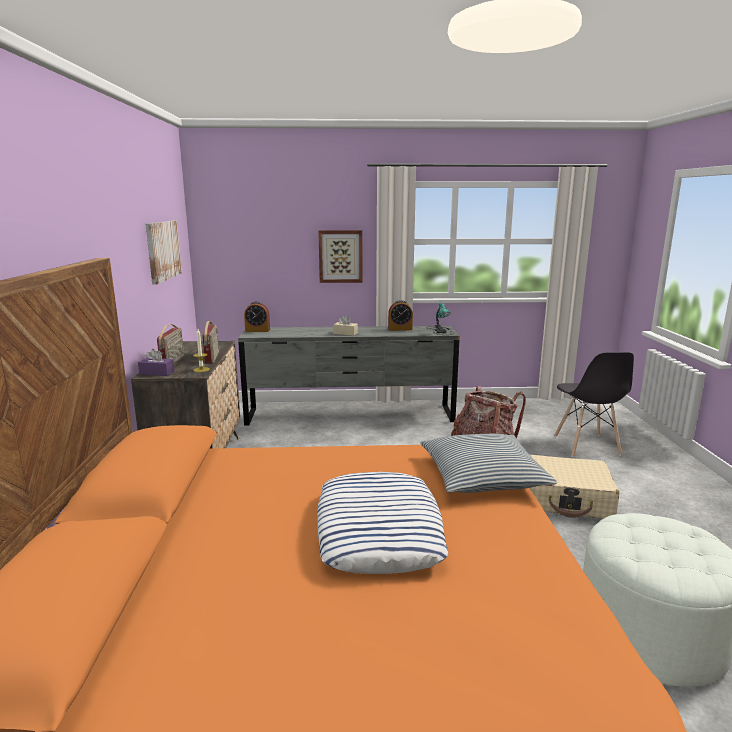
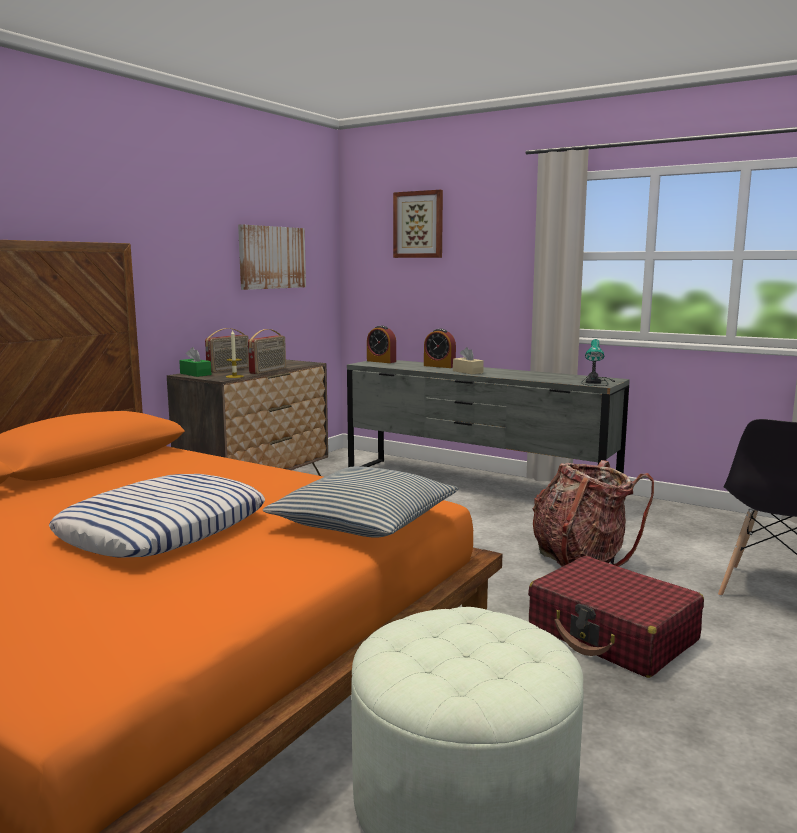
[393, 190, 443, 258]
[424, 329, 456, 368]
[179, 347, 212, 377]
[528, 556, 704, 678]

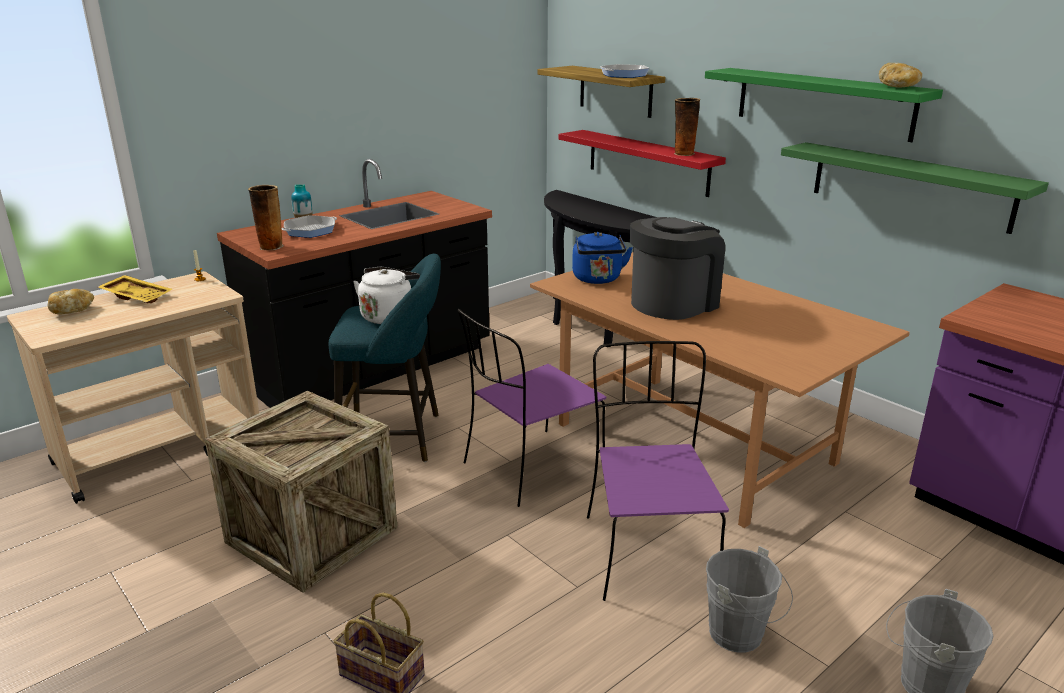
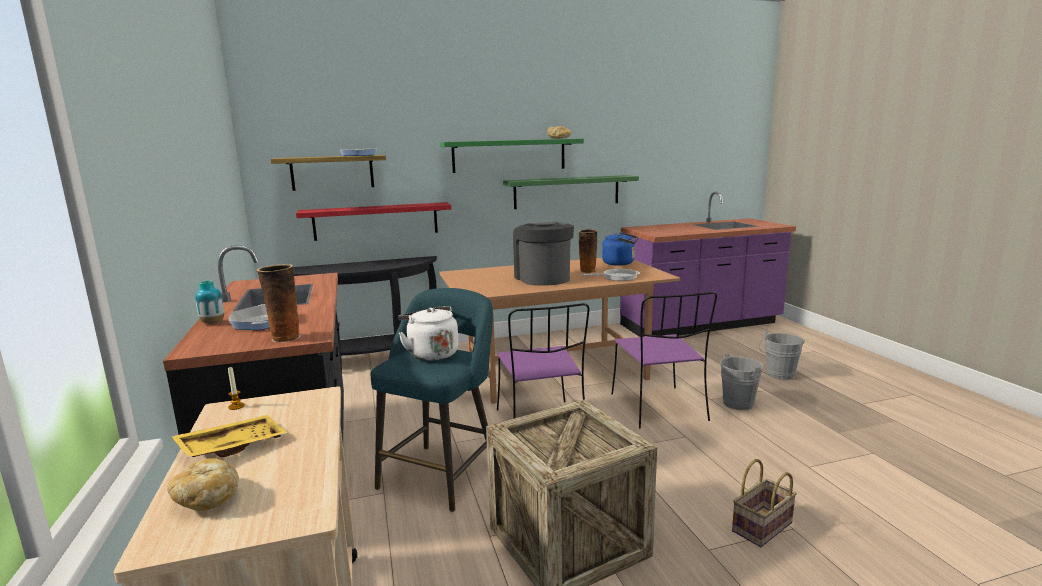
[578, 229, 598, 273]
[602, 232, 639, 266]
[611, 292, 717, 429]
[580, 269, 640, 281]

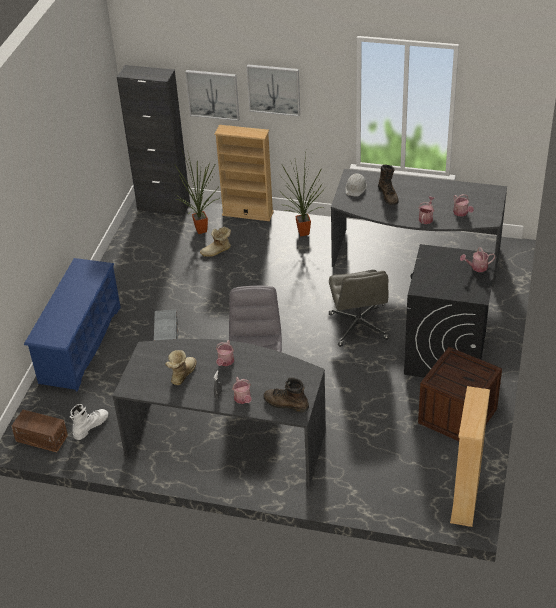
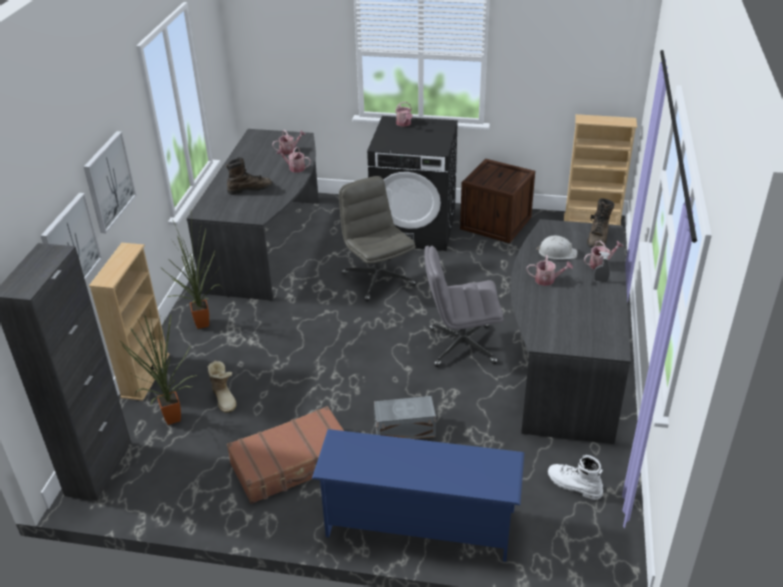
[536, 236, 578, 259]
[339, 176, 416, 301]
[165, 350, 196, 385] (first image)
[11, 410, 68, 452] (first image)
[227, 406, 344, 504]

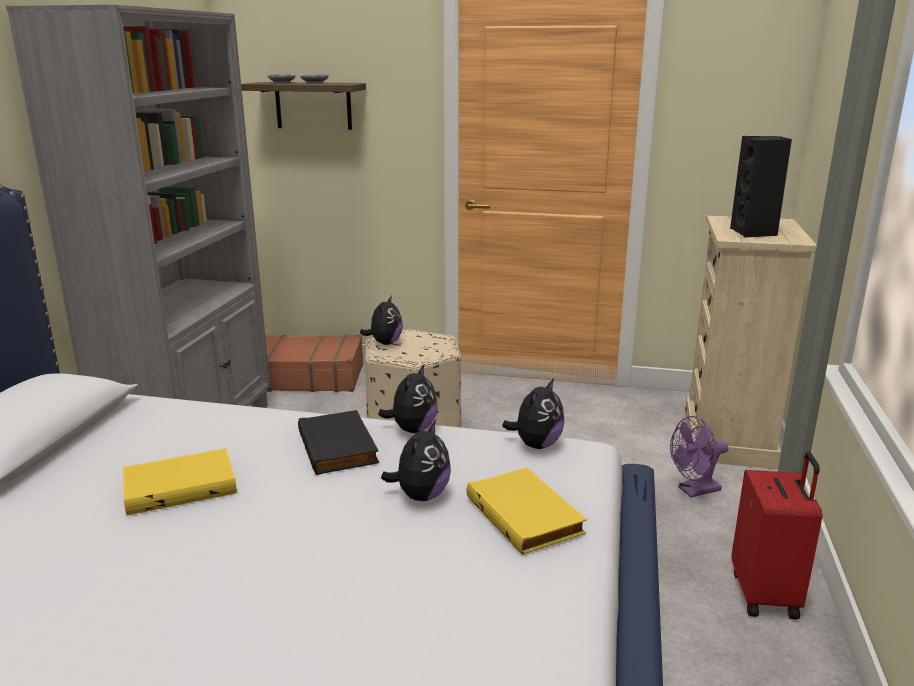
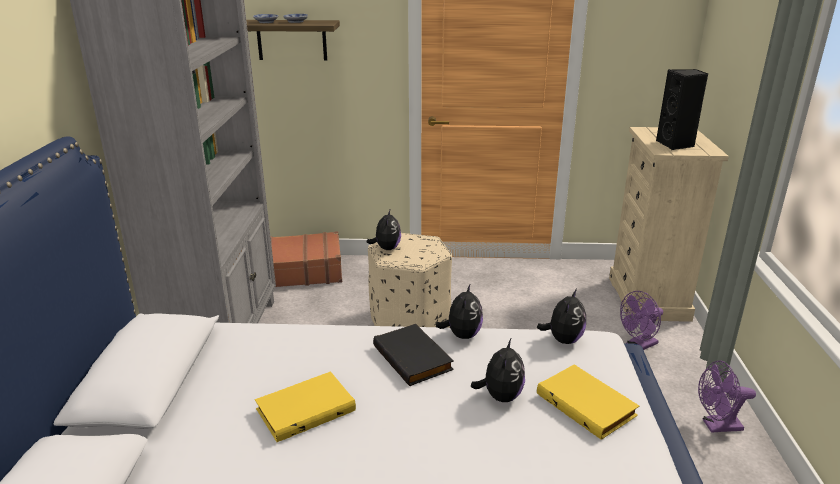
[698, 360, 756, 433]

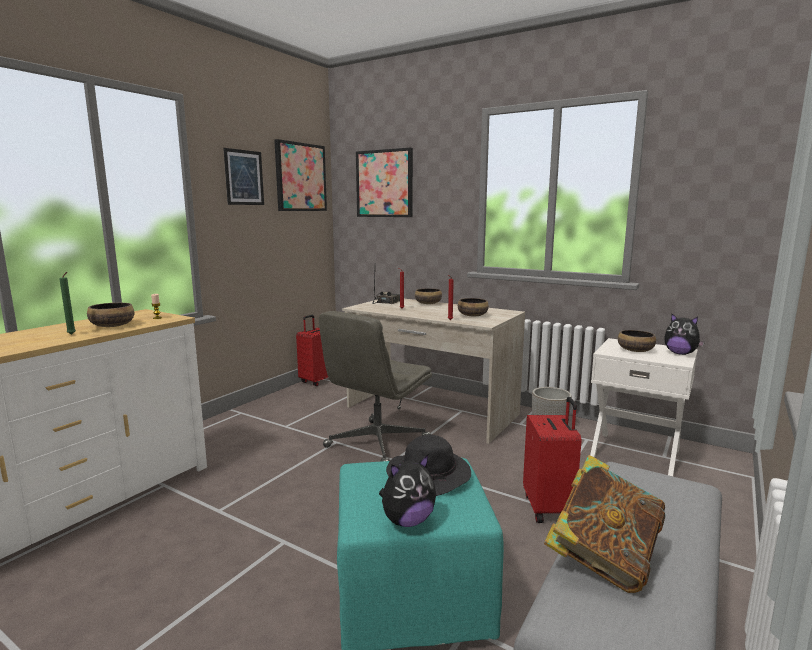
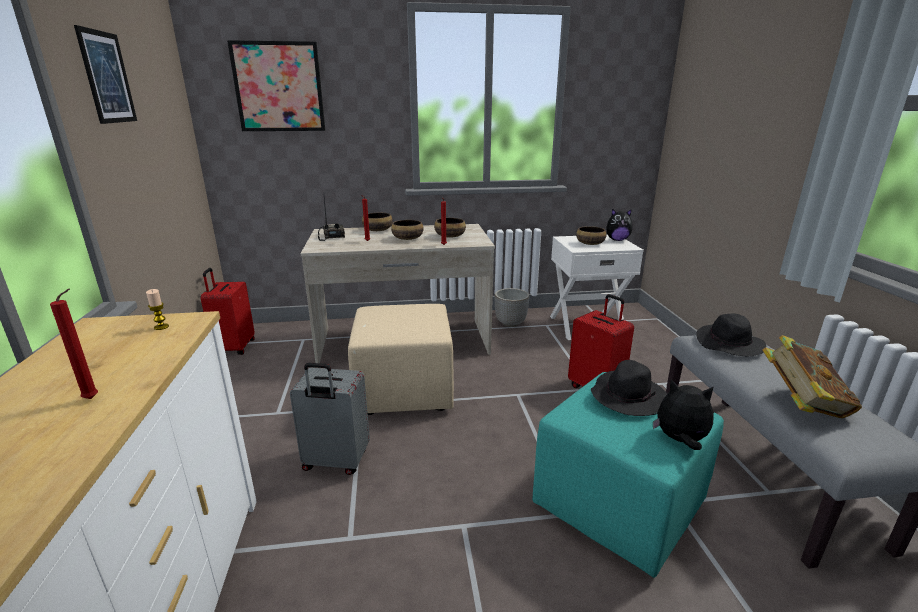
[274, 139, 327, 211] (first image)
[50, 289, 98, 399]
[391, 220, 424, 240]
[348, 304, 454, 415]
[653, 380, 714, 450]
[696, 313, 766, 356]
[290, 363, 370, 475]

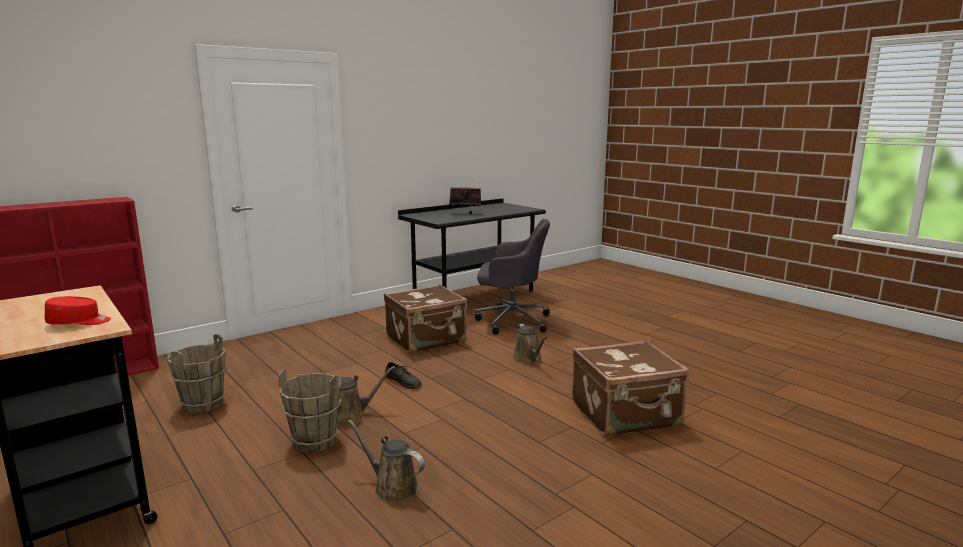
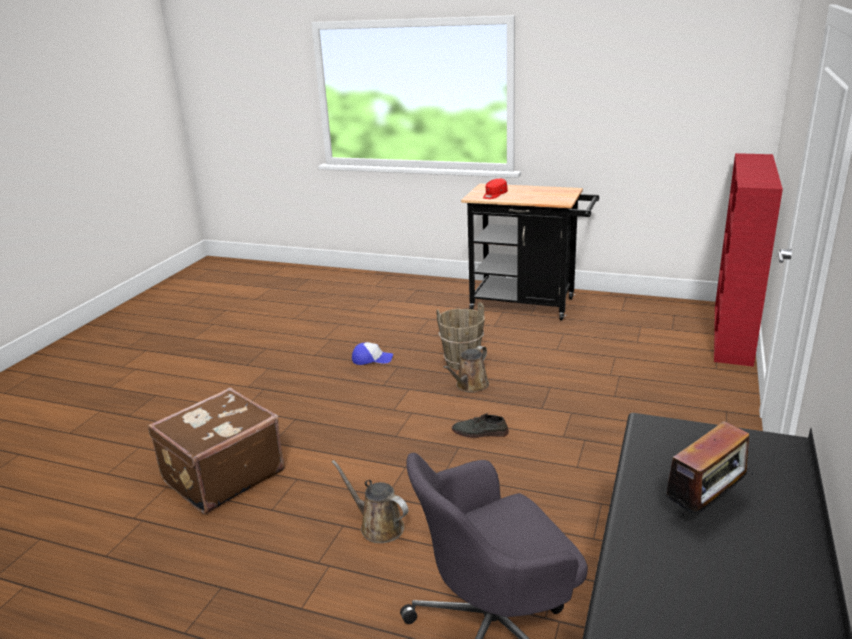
[384, 284, 467, 353] (first image)
[167, 334, 226, 413] (first image)
[352, 342, 393, 365]

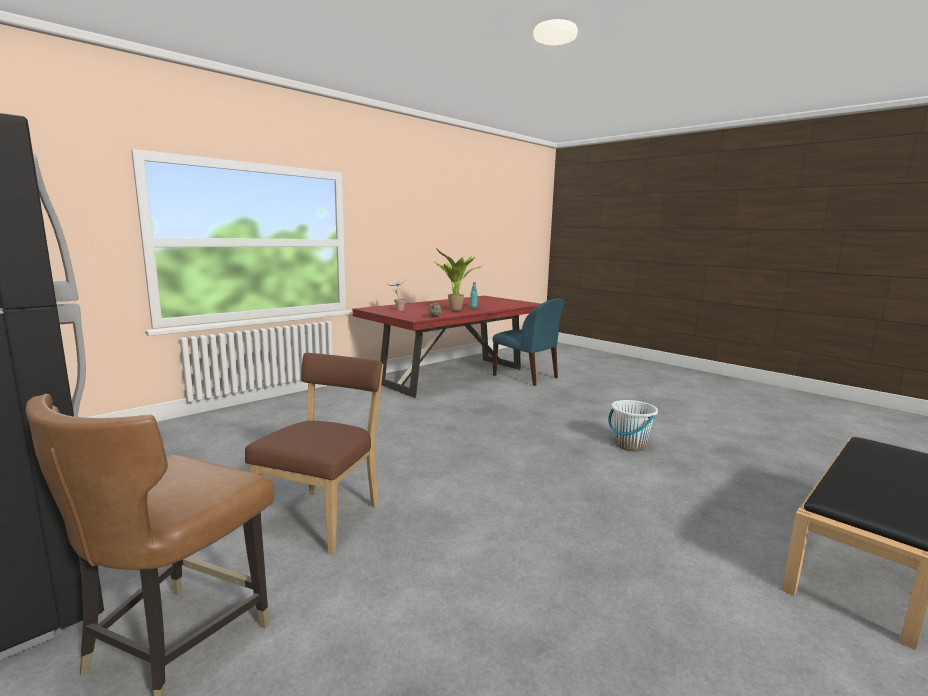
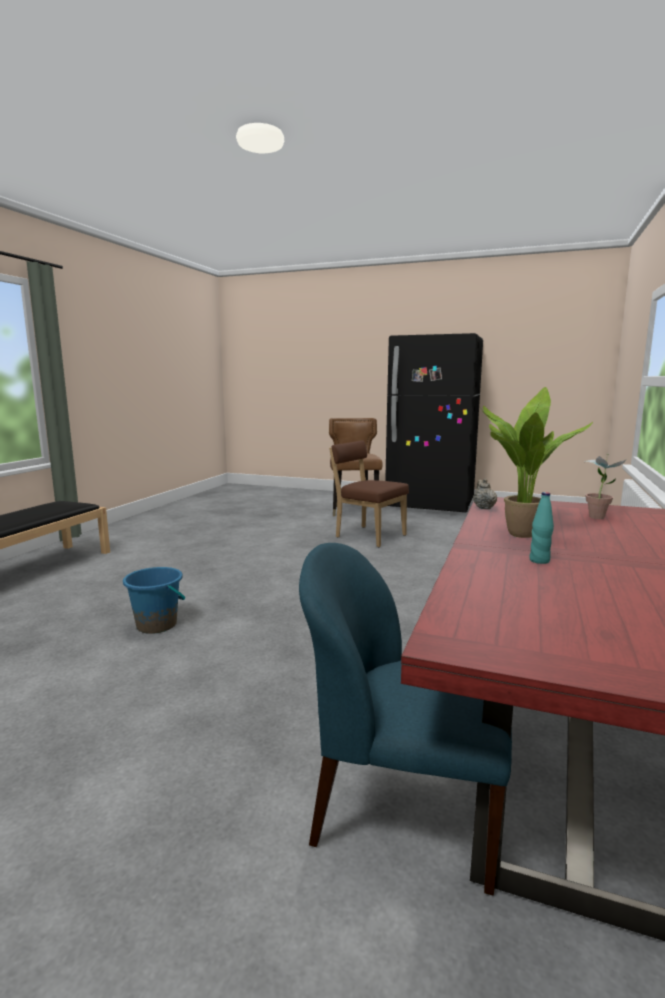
[329, 440, 409, 547]
[123, 567, 185, 634]

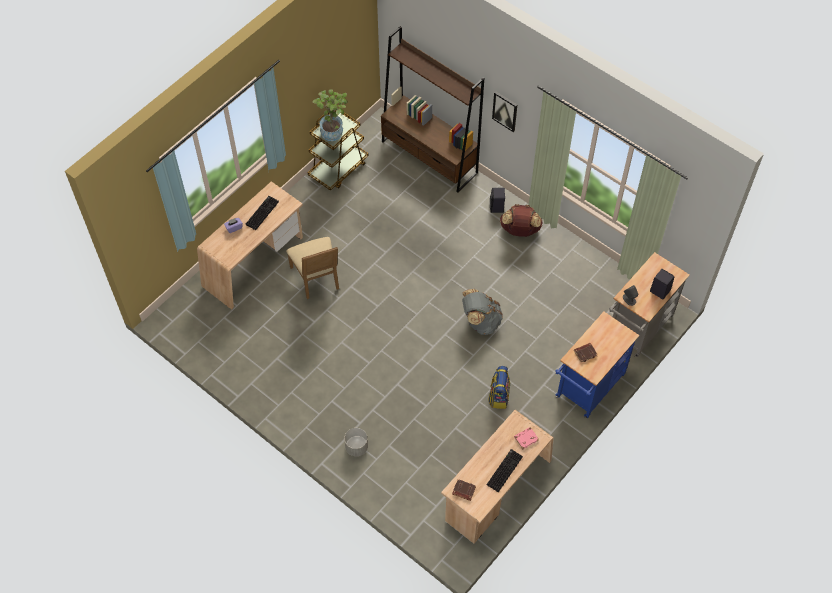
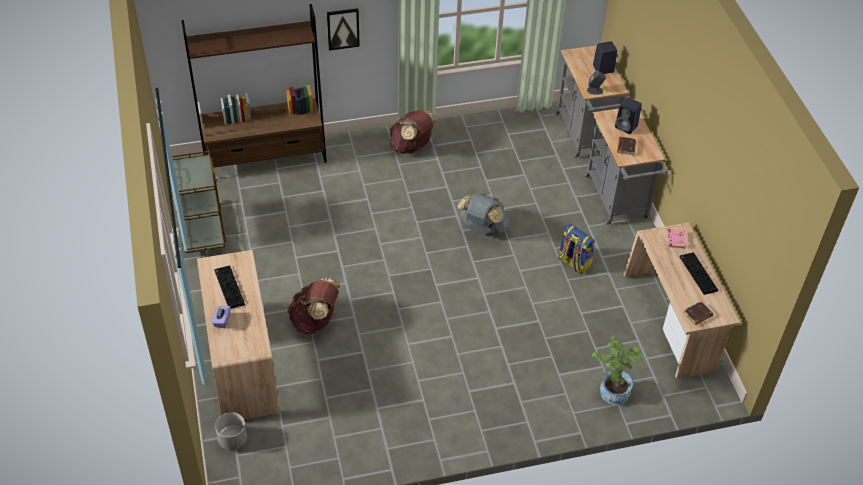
[592, 337, 644, 405]
[615, 97, 642, 134]
[288, 278, 340, 334]
[584, 109, 668, 225]
[215, 412, 247, 450]

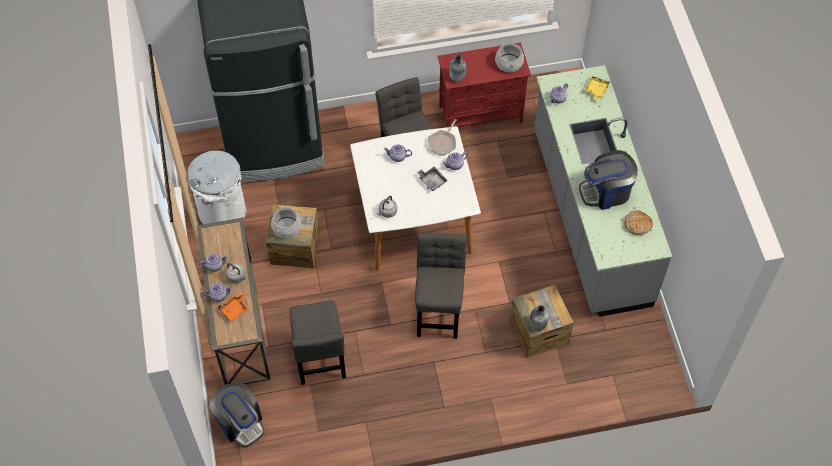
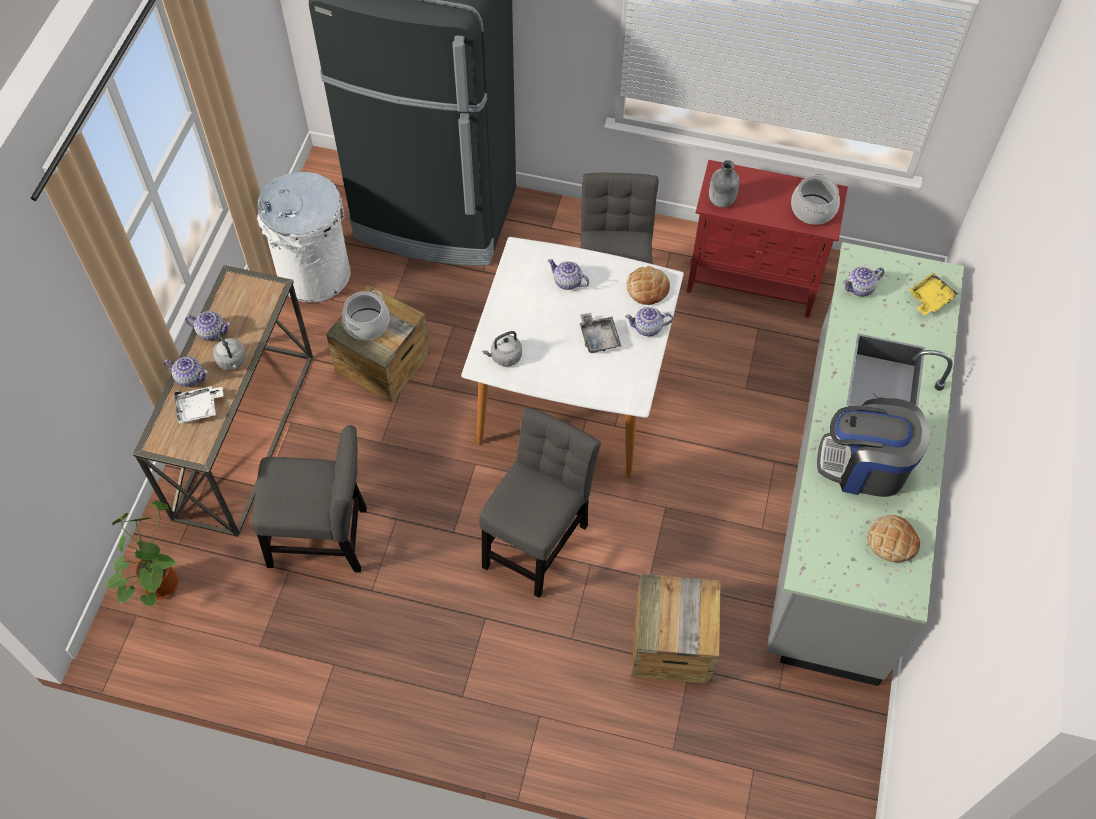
[626, 266, 670, 305]
[174, 386, 224, 423]
[252, 425, 367, 572]
[530, 305, 549, 331] (first image)
[105, 500, 179, 607]

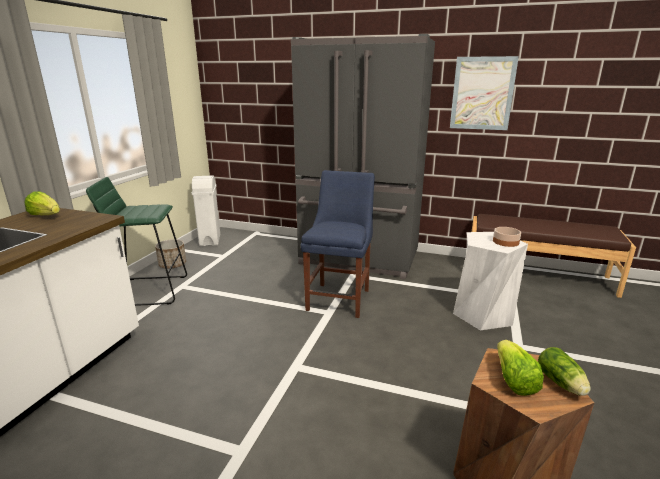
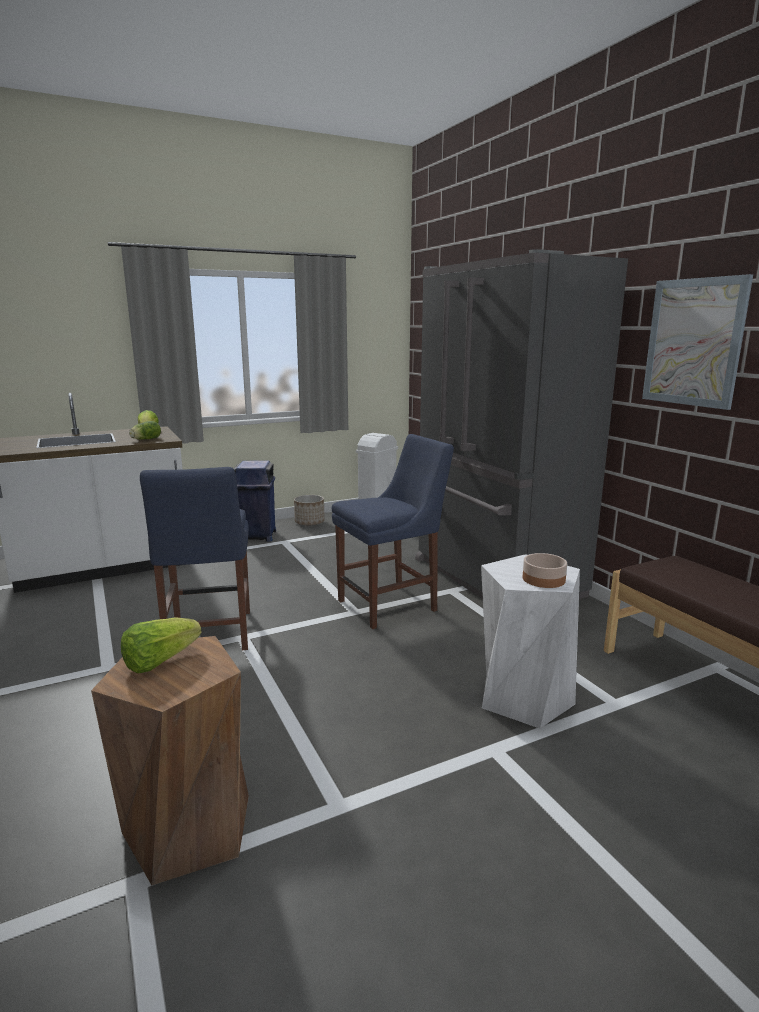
[234, 461, 276, 542]
[129, 421, 161, 440]
[140, 467, 250, 650]

